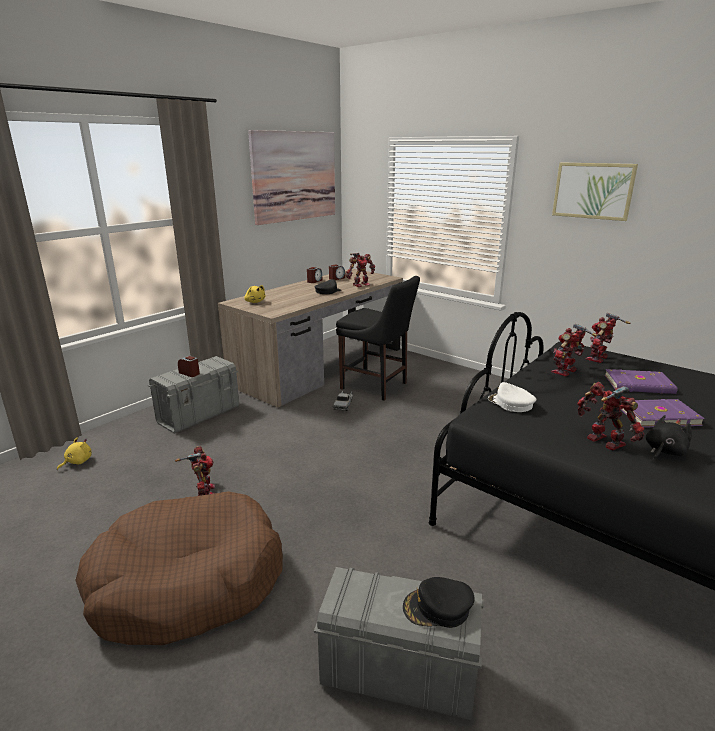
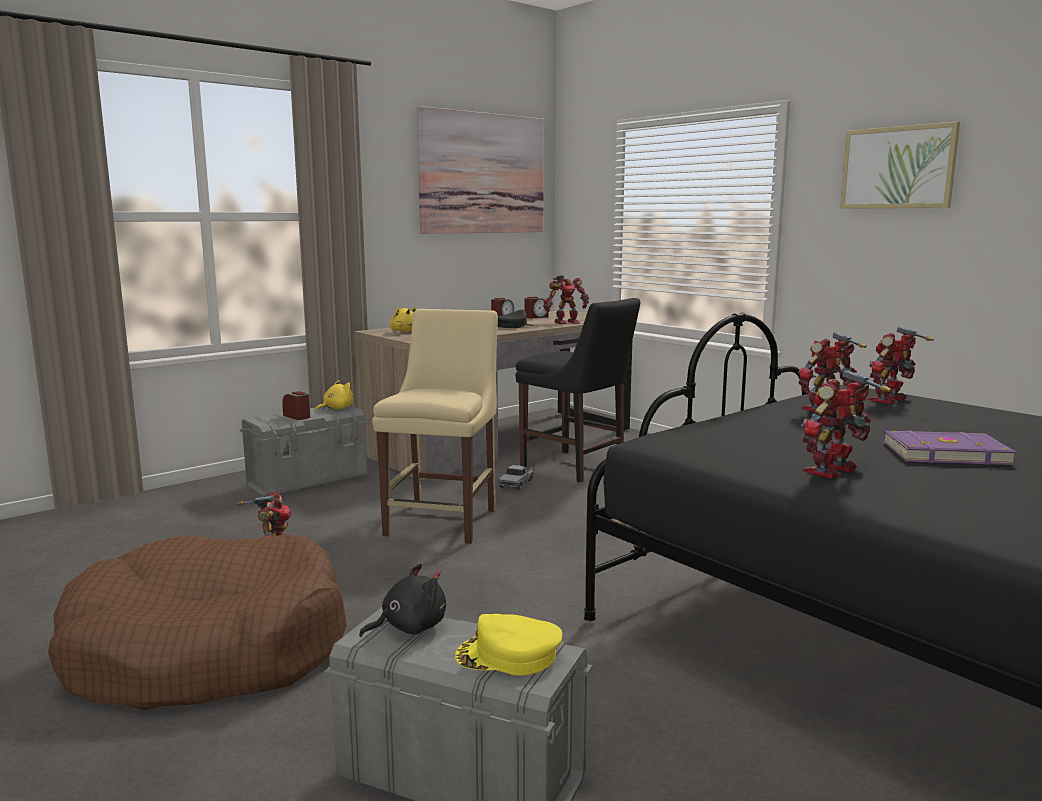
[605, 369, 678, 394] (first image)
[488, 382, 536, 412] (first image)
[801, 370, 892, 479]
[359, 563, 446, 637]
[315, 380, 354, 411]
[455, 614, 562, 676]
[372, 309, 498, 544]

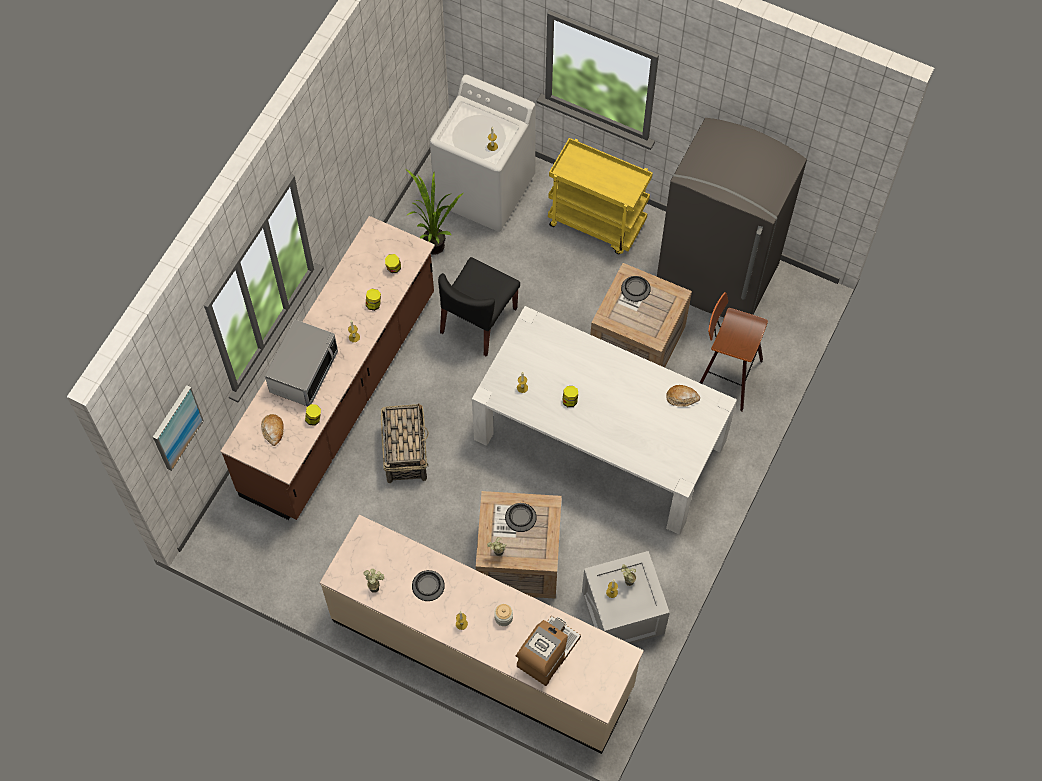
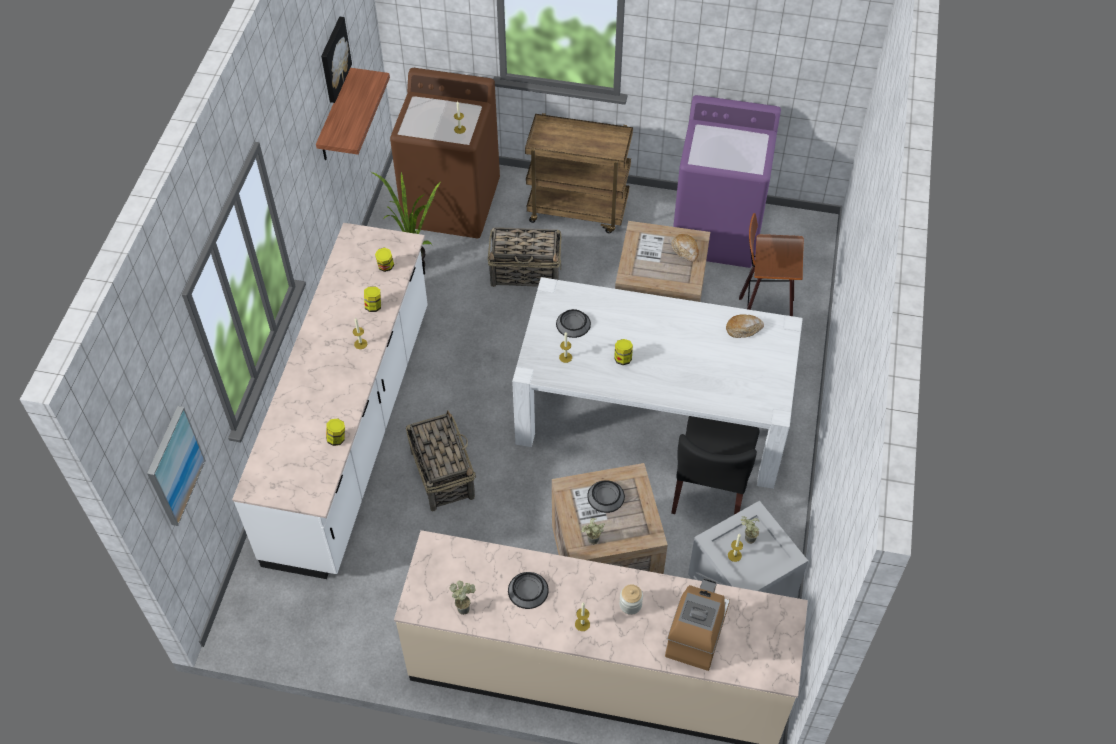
[390, 68, 500, 238]
[673, 95, 781, 268]
[525, 113, 633, 233]
[232, 223, 428, 579]
[671, 416, 760, 515]
[556, 309, 591, 338]
[265, 319, 338, 406] (first image)
[671, 234, 699, 262]
[321, 17, 352, 103]
[316, 68, 390, 160]
[488, 227, 561, 287]

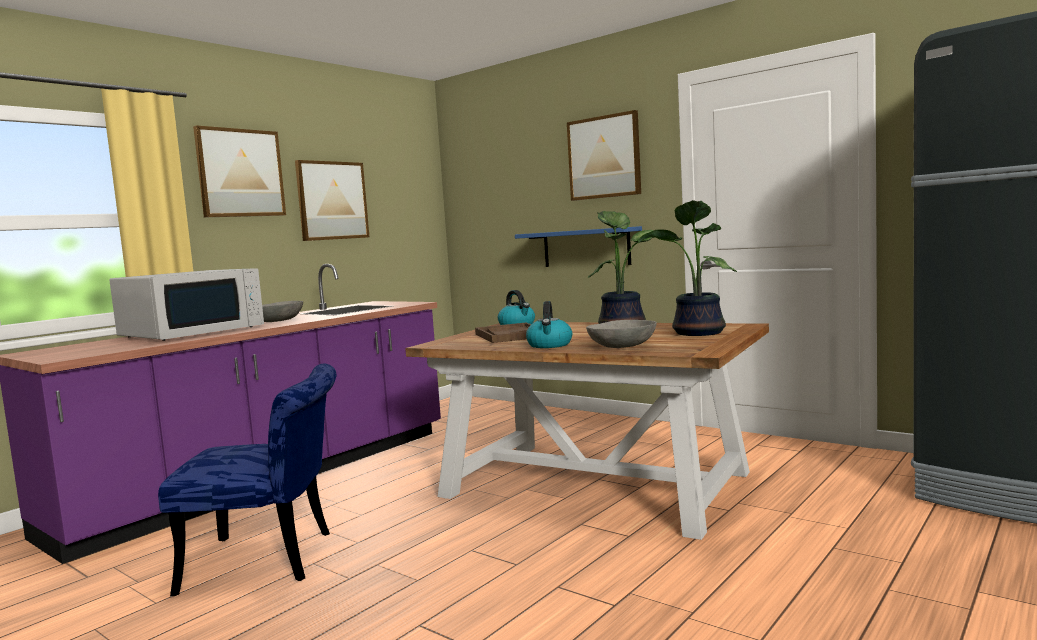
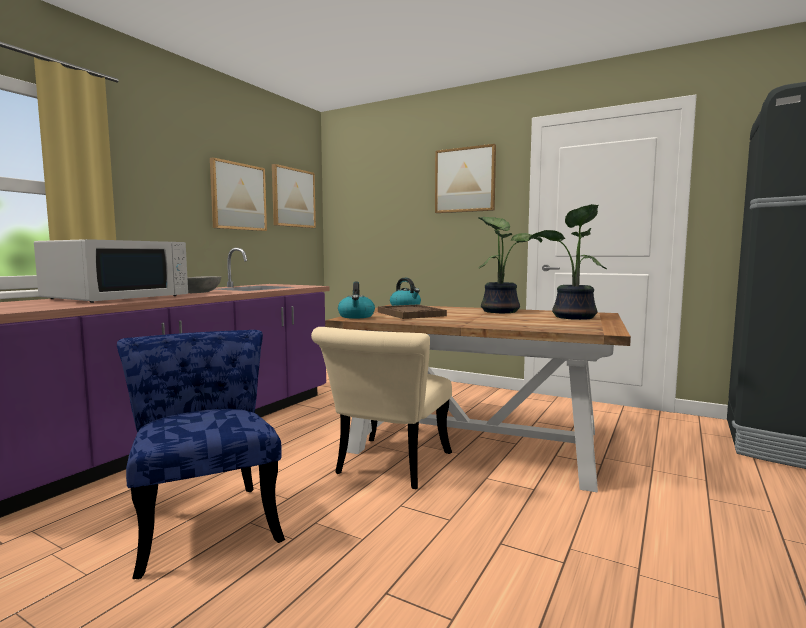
[272, 164, 316, 228]
[515, 226, 642, 267] (first image)
[338, 282, 375, 319]
[586, 320, 657, 348] (first image)
[117, 330, 285, 579]
[311, 327, 452, 489]

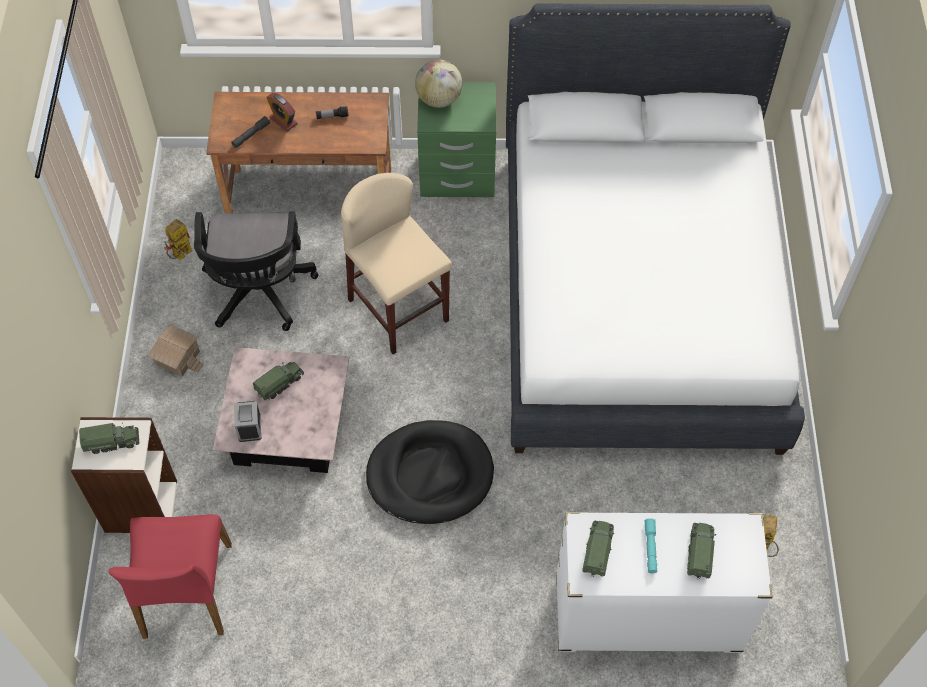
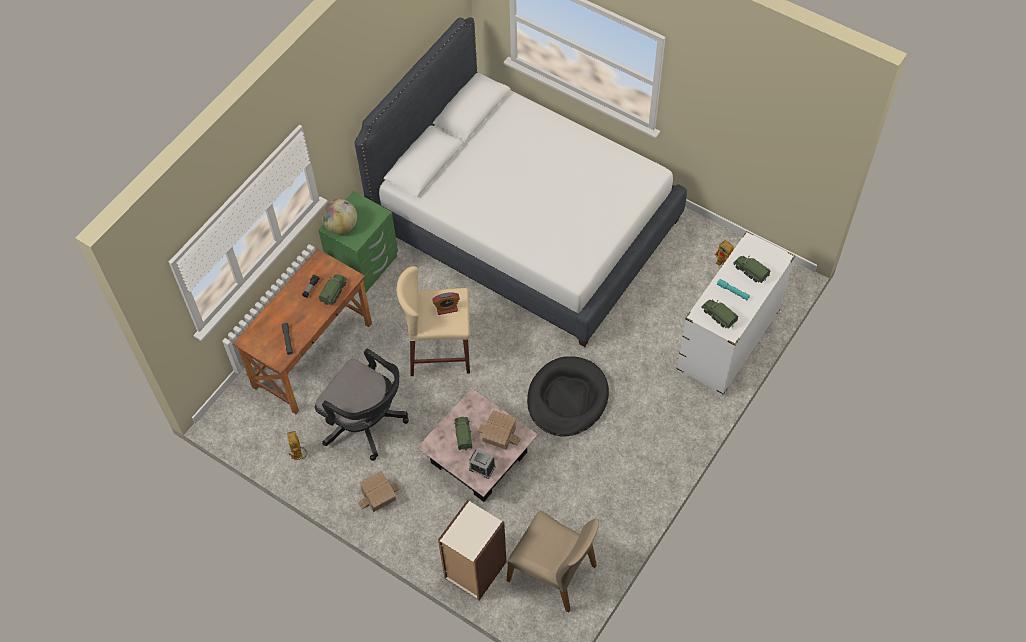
[433, 292, 460, 315]
[319, 274, 347, 306]
[506, 511, 599, 613]
[478, 410, 521, 450]

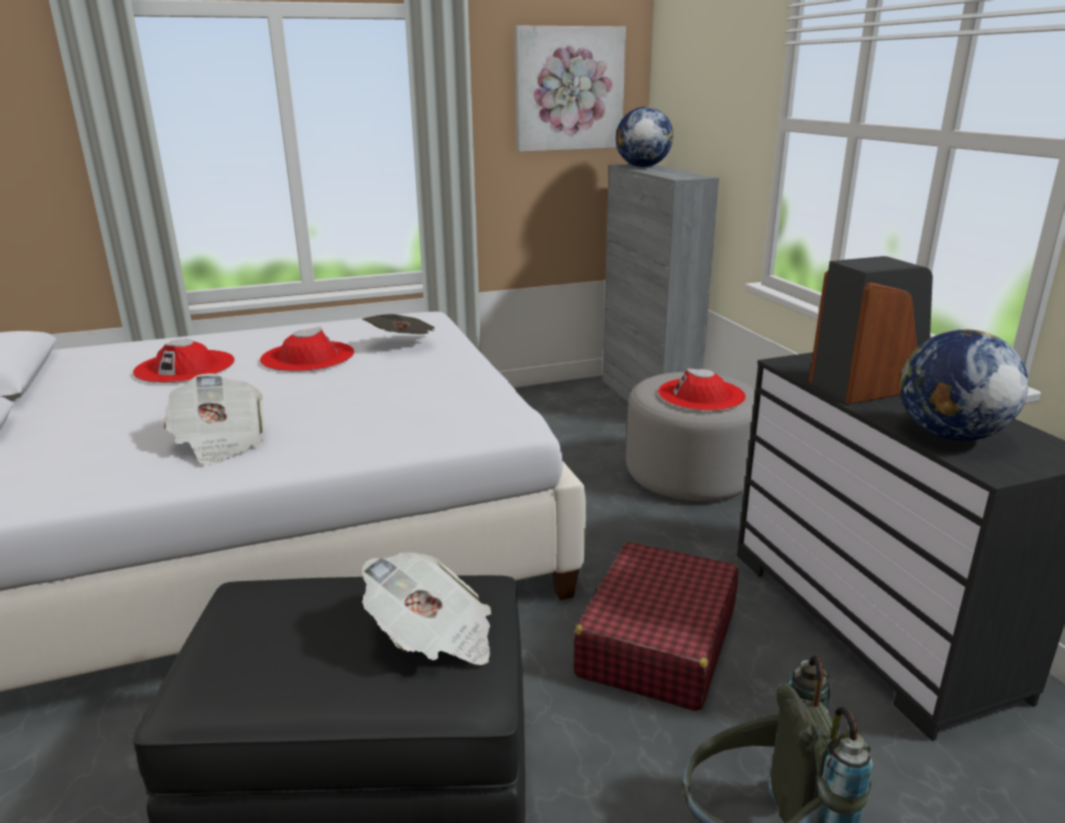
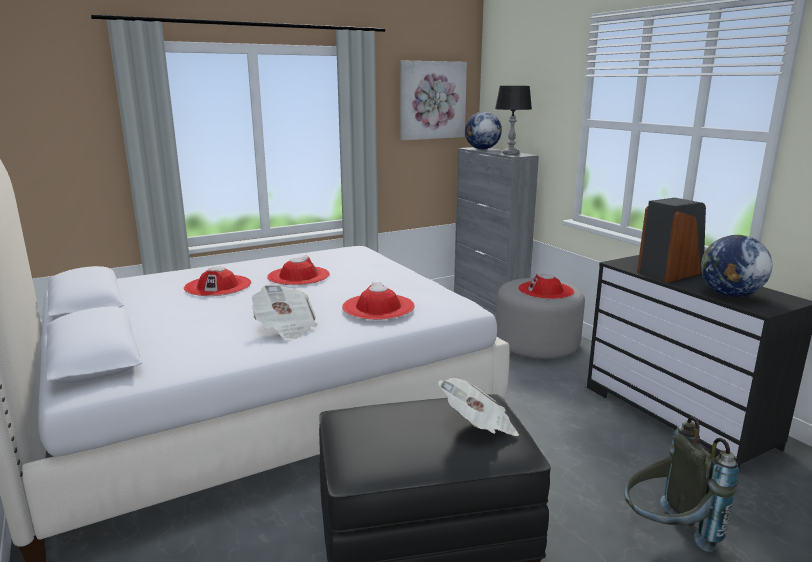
[362, 314, 435, 334] (first image)
[573, 542, 739, 711] (first image)
[495, 86, 532, 155]
[342, 282, 415, 320]

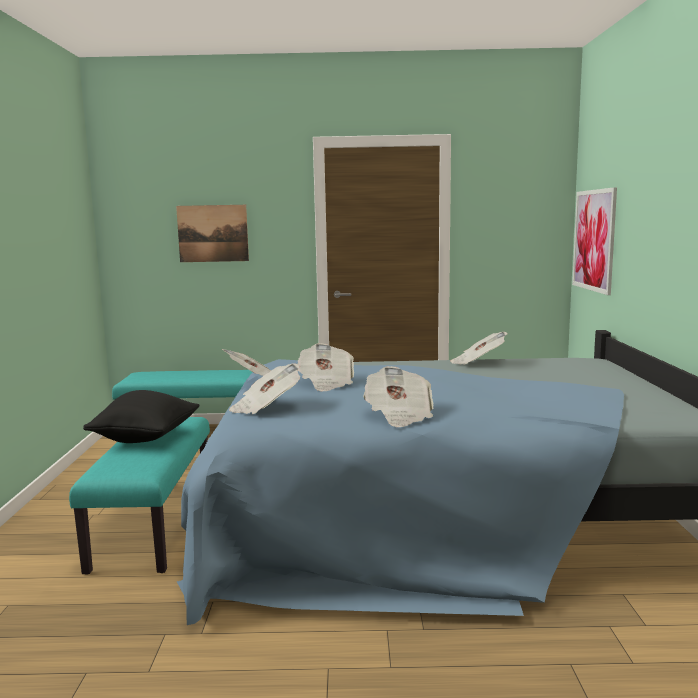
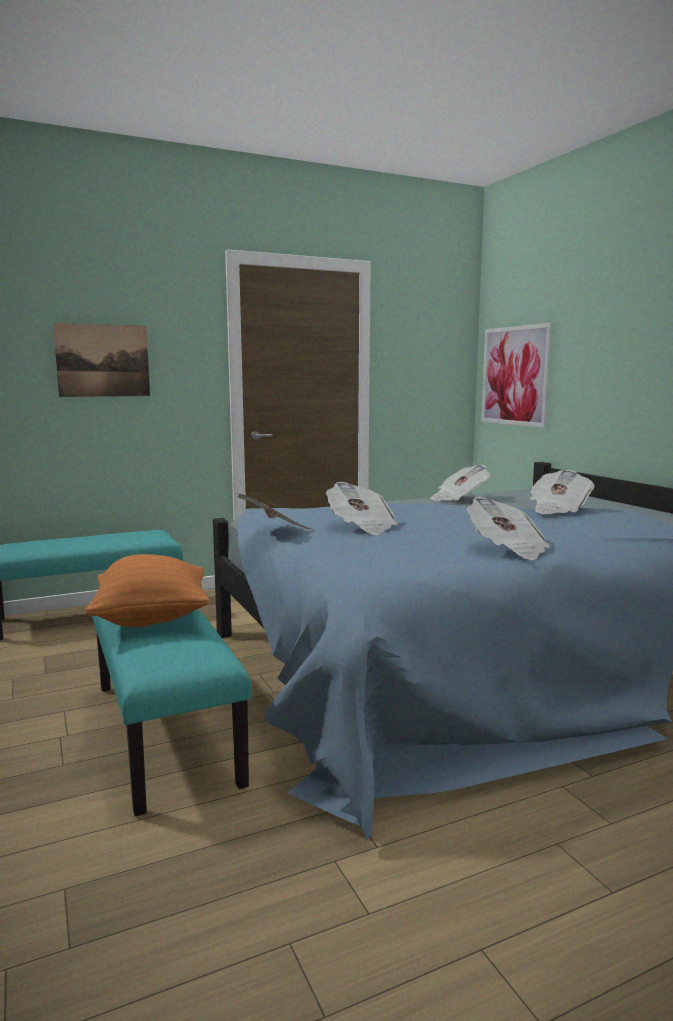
[530, 470, 595, 514]
[86, 554, 210, 627]

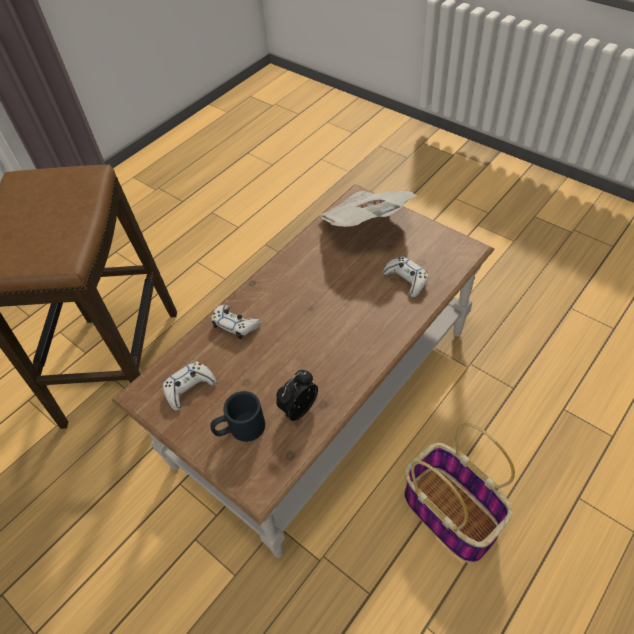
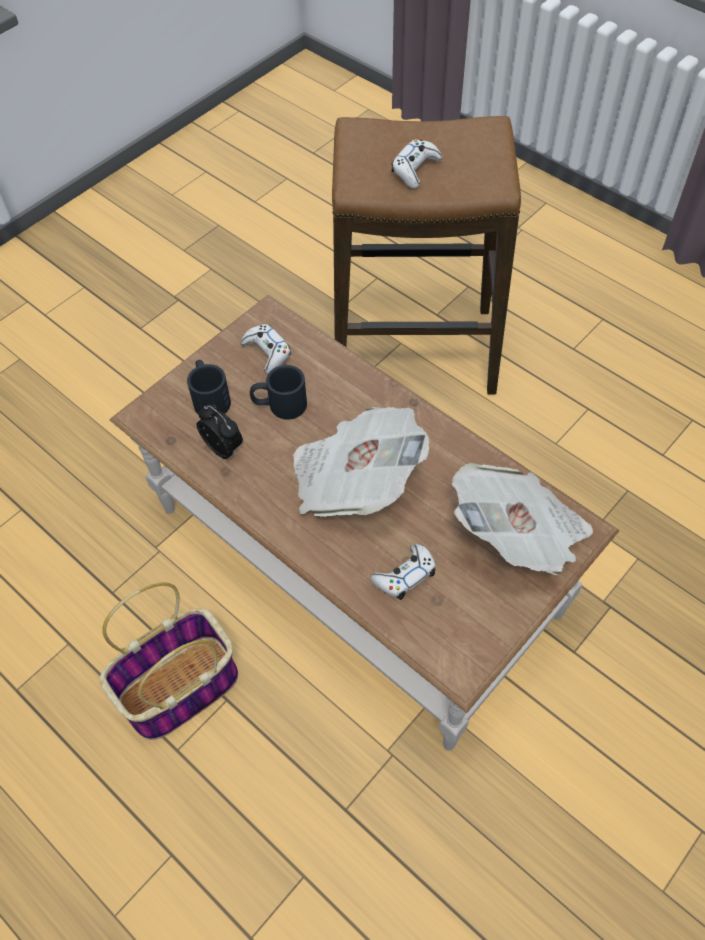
[391, 139, 442, 189]
[250, 365, 307, 420]
[293, 407, 429, 517]

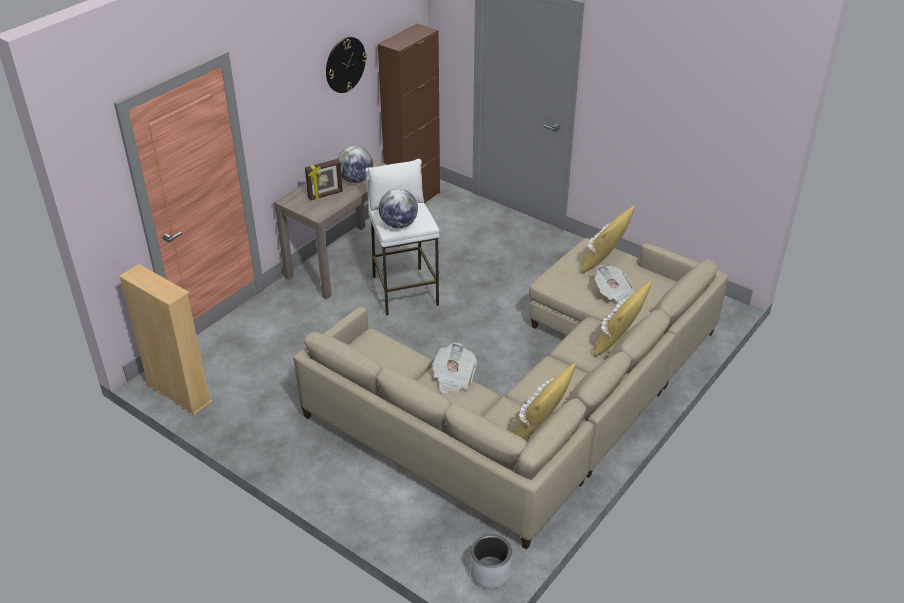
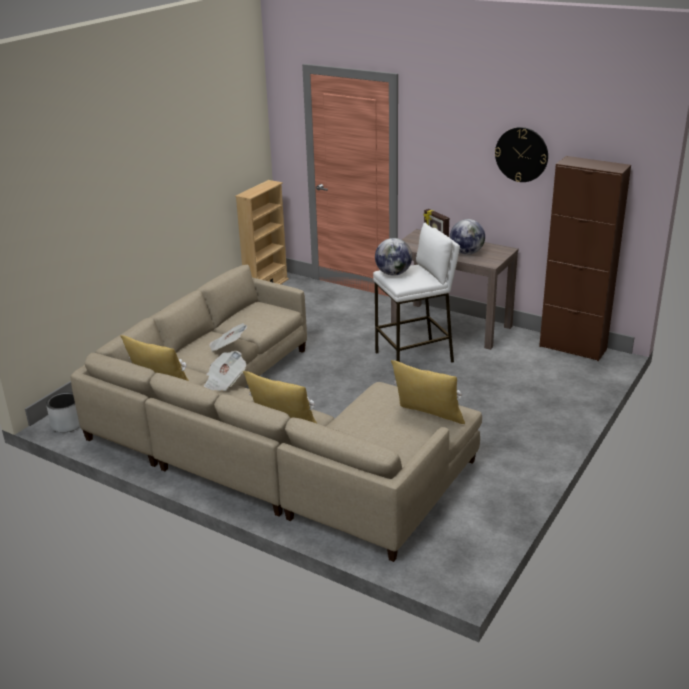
[203, 351, 246, 391]

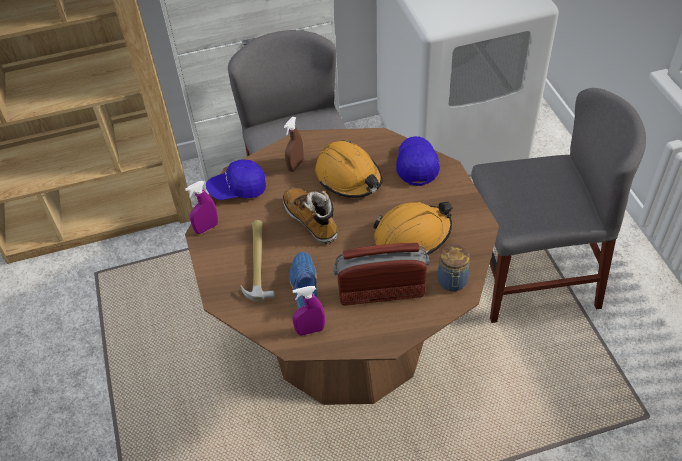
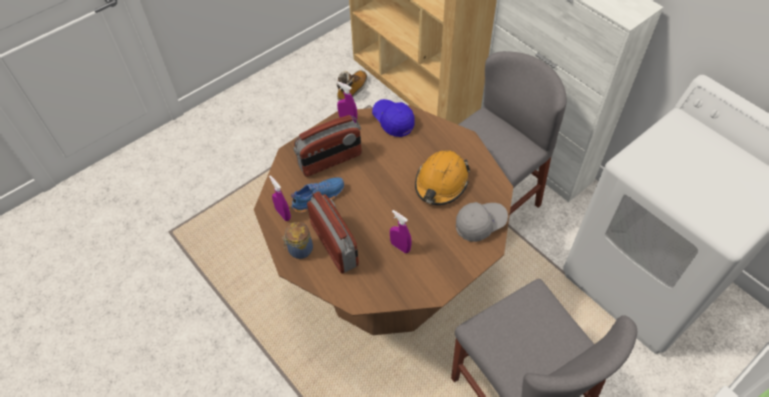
[284, 117, 304, 172] (first image)
[456, 202, 508, 242]
[337, 70, 367, 101]
[390, 210, 412, 253]
[293, 115, 362, 177]
[282, 222, 313, 259]

